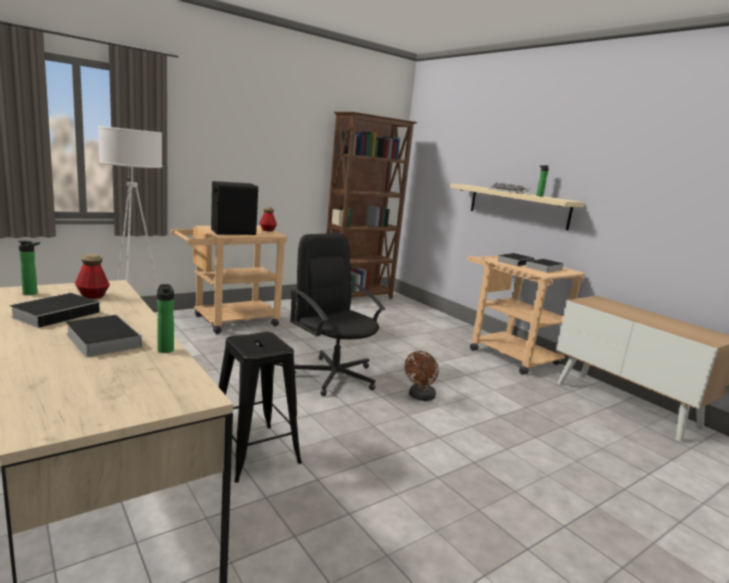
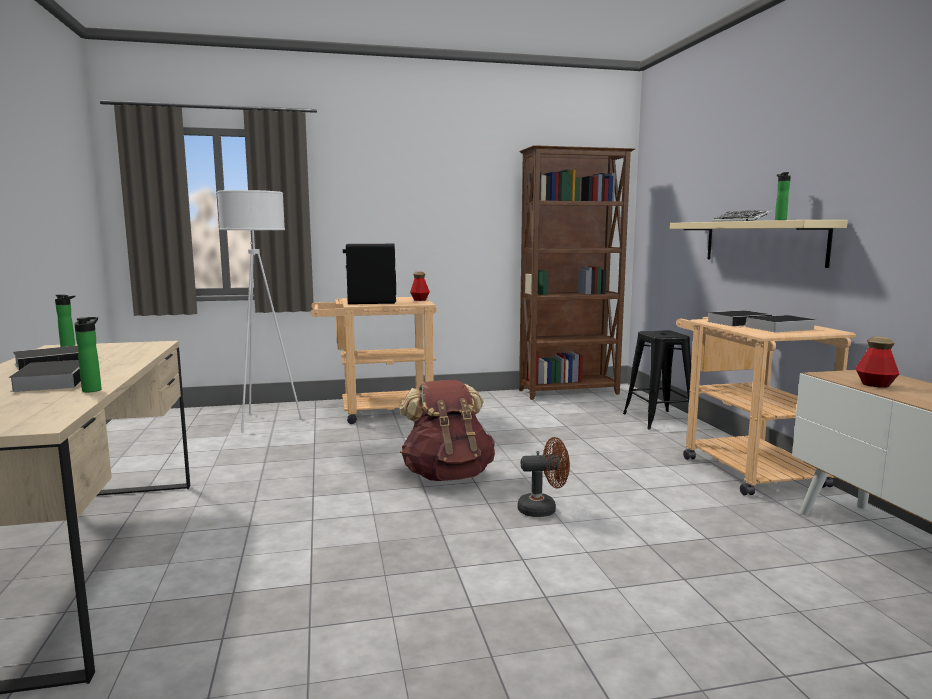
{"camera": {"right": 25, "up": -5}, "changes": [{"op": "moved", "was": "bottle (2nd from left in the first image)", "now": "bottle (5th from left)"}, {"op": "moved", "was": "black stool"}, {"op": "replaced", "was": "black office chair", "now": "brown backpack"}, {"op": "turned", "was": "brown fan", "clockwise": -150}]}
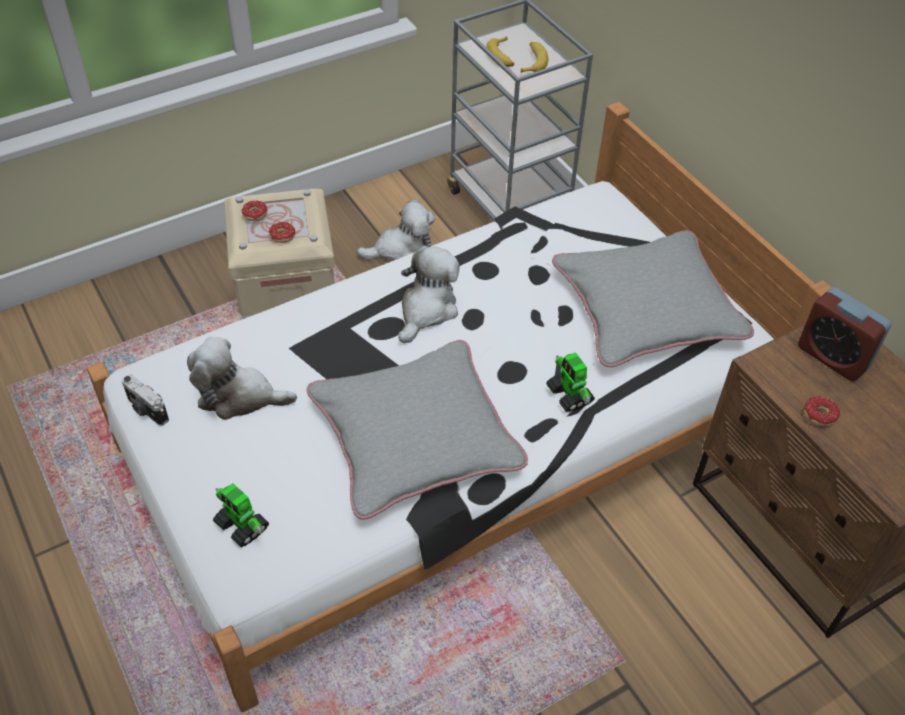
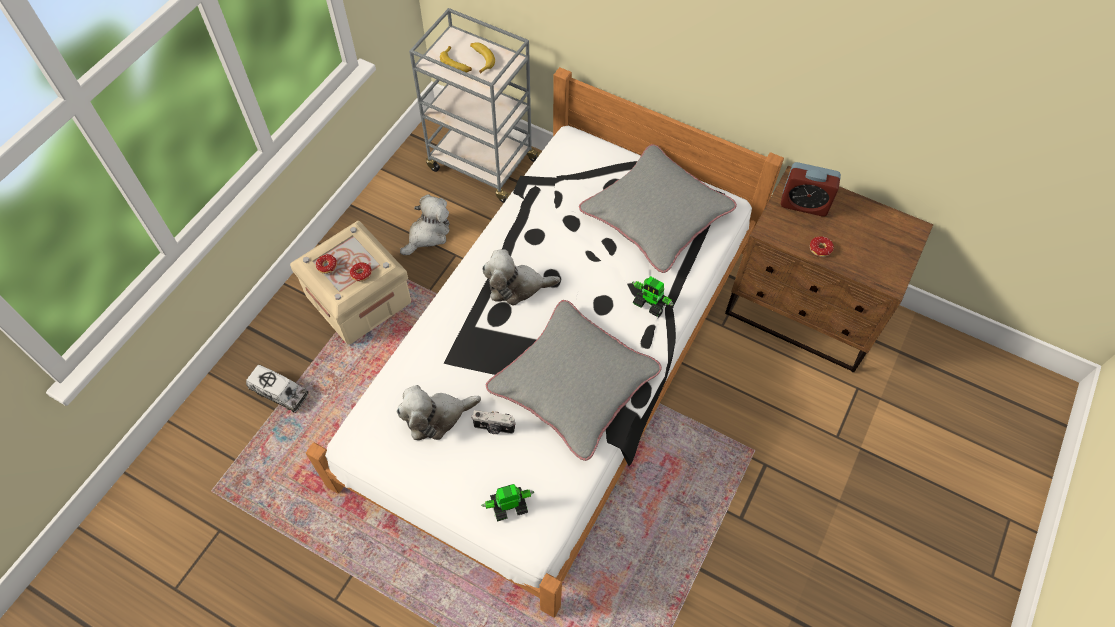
{"camera": {"right": -30, "up": 10}, "changes": [{"op": "added", "now": "toy truck"}, {"op": "moved", "was": "photo camera"}, {"op": "turned", "was": "toy robot (1st from left)", "clockwise": 150}, {"op": "turned", "was": "plush toy (3rd from left)", "clockwise": -90}]}
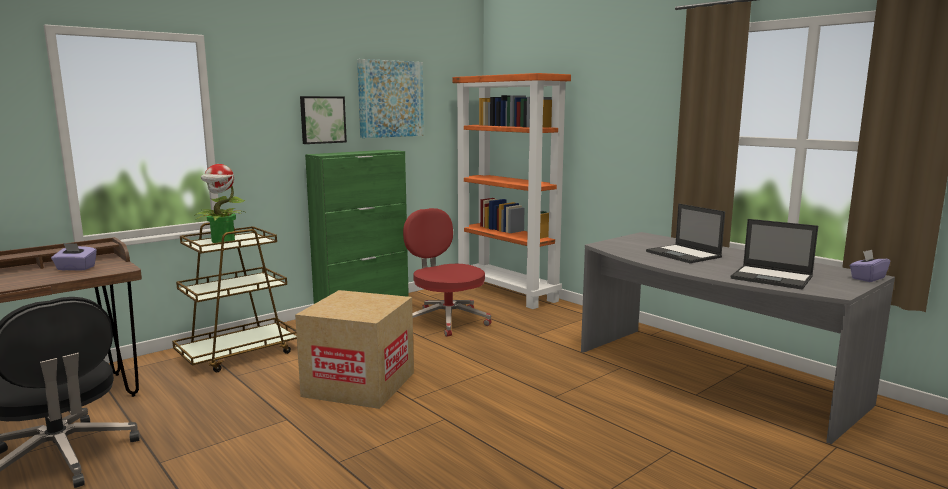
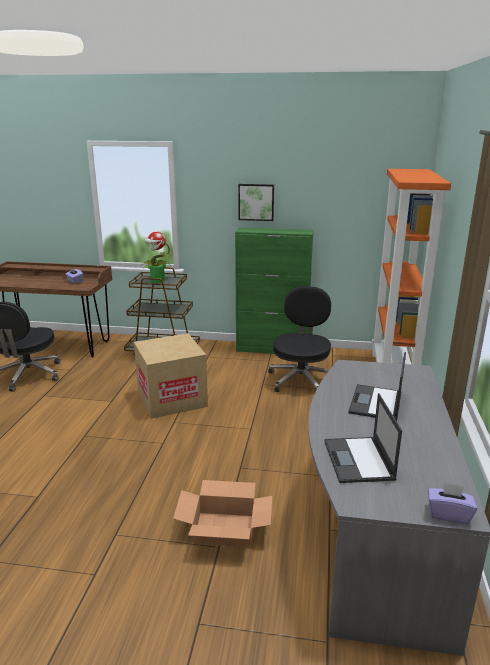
{"camera": {"right": 50, "up": 10}, "changes": [{"op": "removed", "was": "picture (2nd from left)"}, {"op": "added", "now": "cardboard box (2nd from left)"}, {"op": "recoloured", "was": "red office chair", "now": "black office chair (2nd from left)"}]}
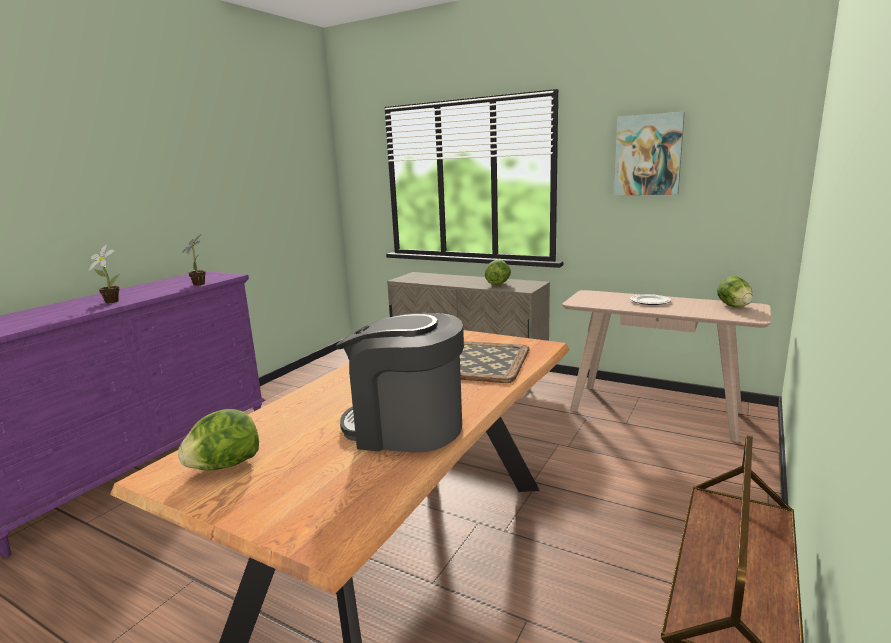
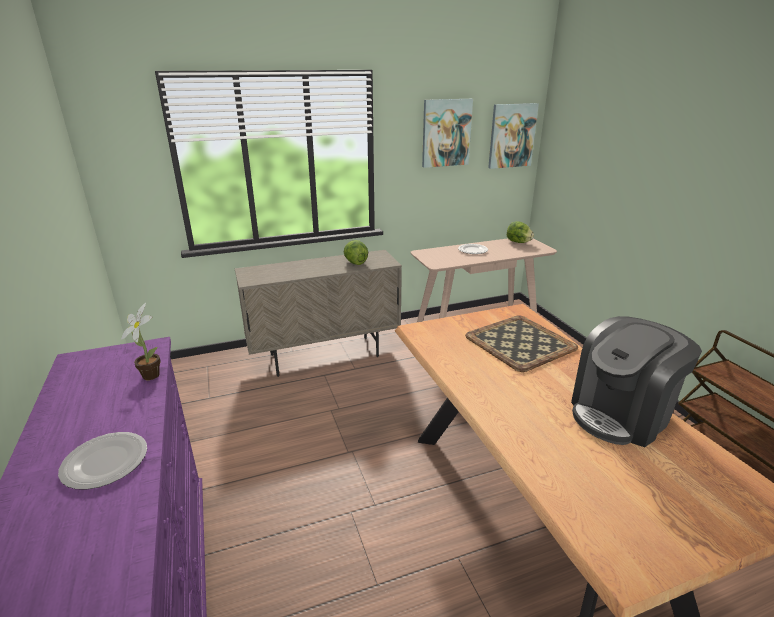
{"camera": {"right": -50, "up": 10}, "changes": [{"op": "removed", "was": "lettuce (1st from left)"}, {"op": "added", "now": "picture (2nd from left)"}, {"op": "replaced", "was": "potted plant (1st from left)", "now": "plate (1st from left)"}]}
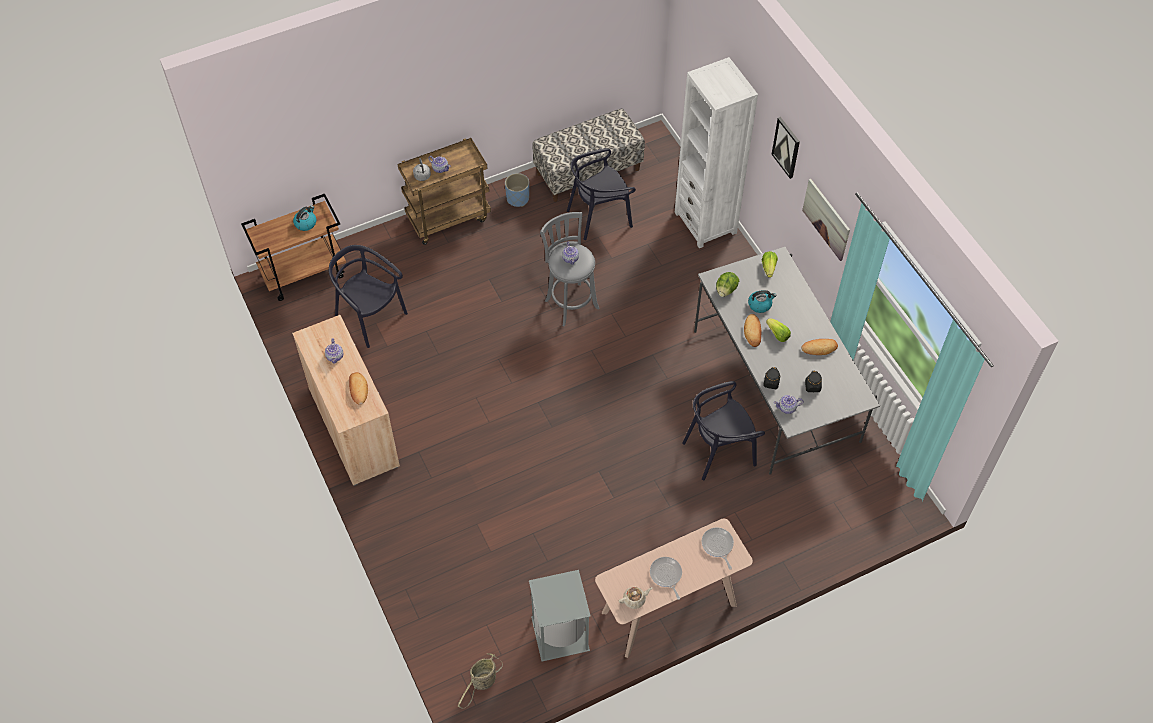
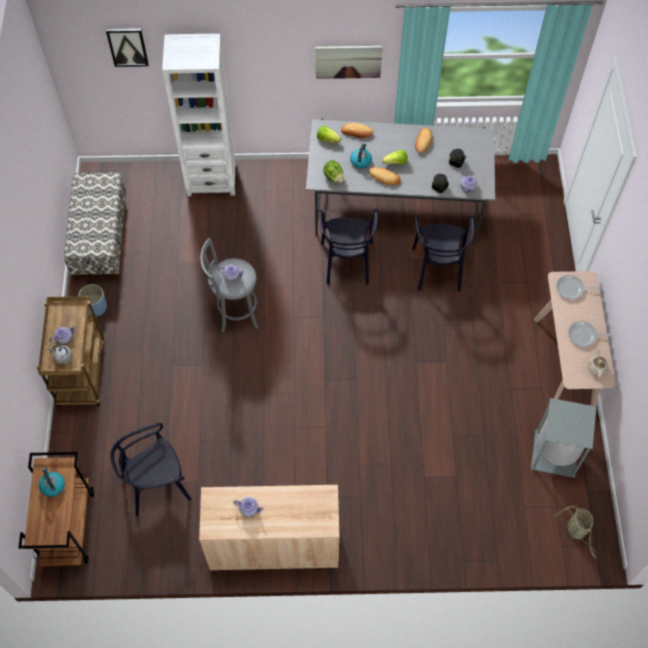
{"camera": {"right": -65, "up": 5}, "changes": [{"op": "moved", "was": "bread (1st from left)"}, {"op": "moved", "was": "black chair (2nd from left)"}, {"op": "moved", "was": "picture (1st from left)"}]}
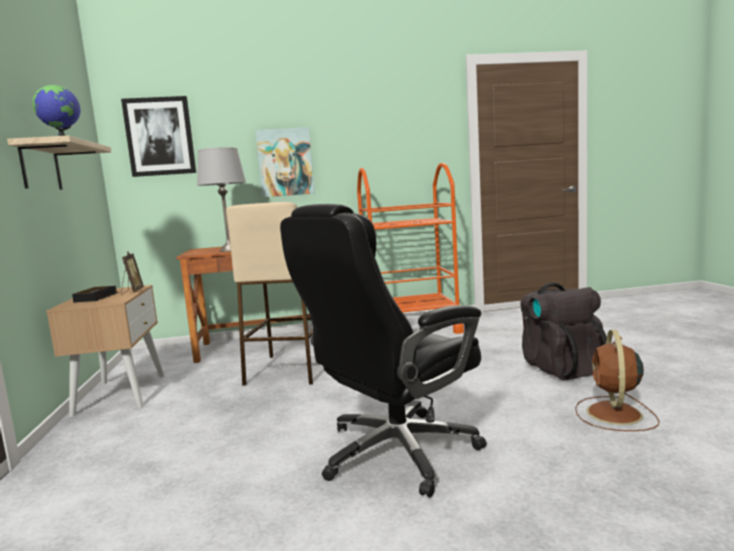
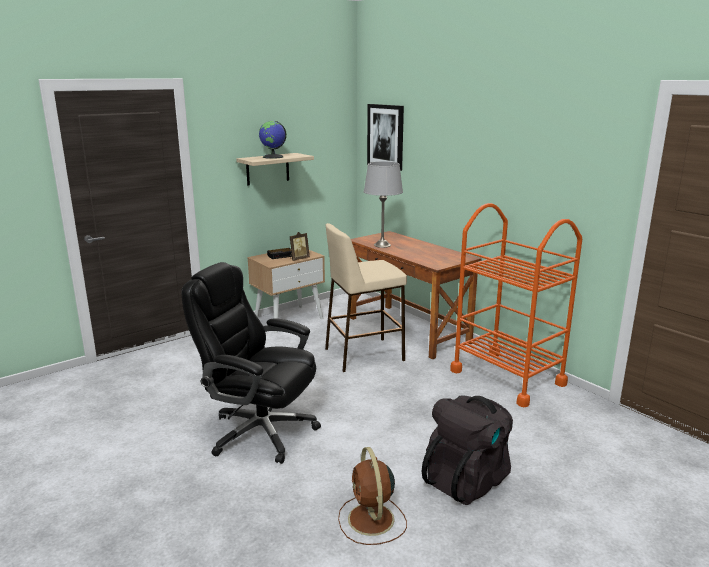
{"camera": {"right": 60, "up": 10}, "changes": [{"op": "removed", "was": "picture (2nd from left)"}, {"op": "turned", "was": "brown fan", "clockwise": -90}]}
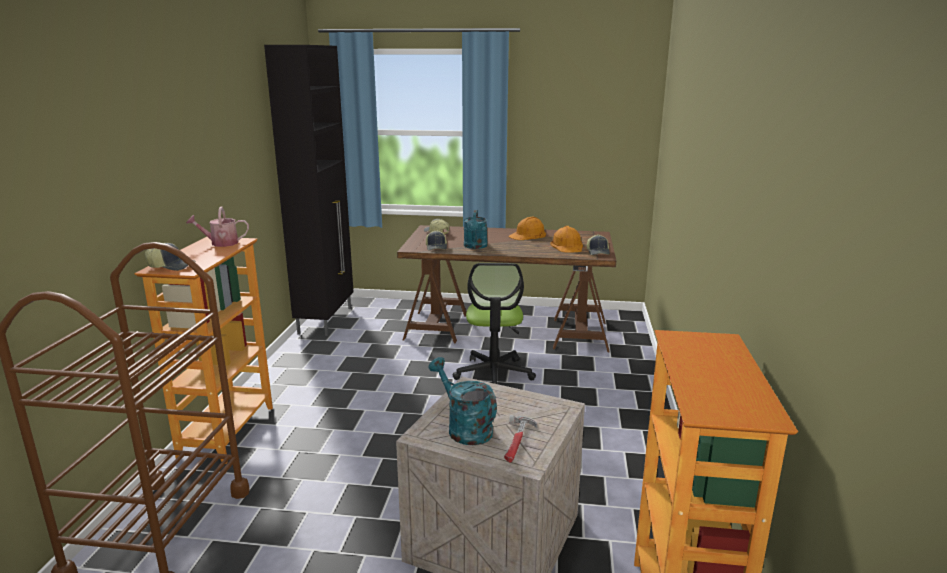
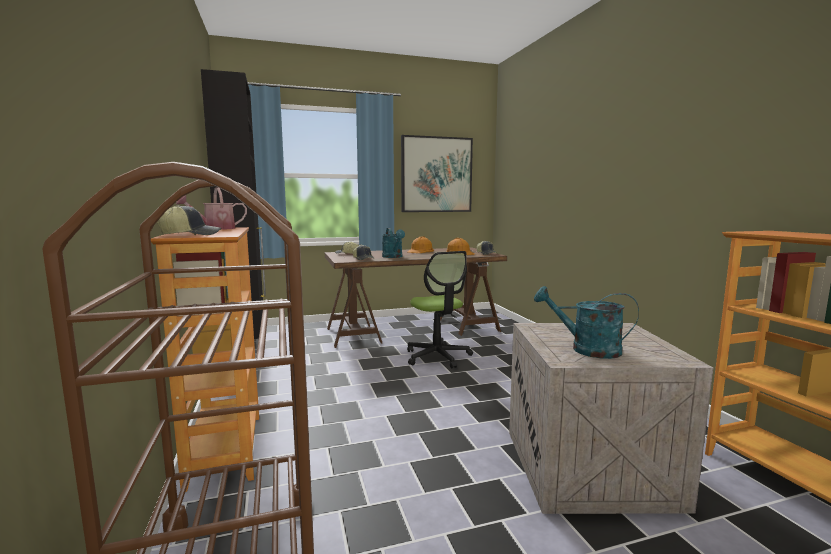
{"camera": {"right": -25, "up": -10}, "changes": [{"op": "removed", "was": "hammer"}, {"op": "added", "now": "picture"}]}
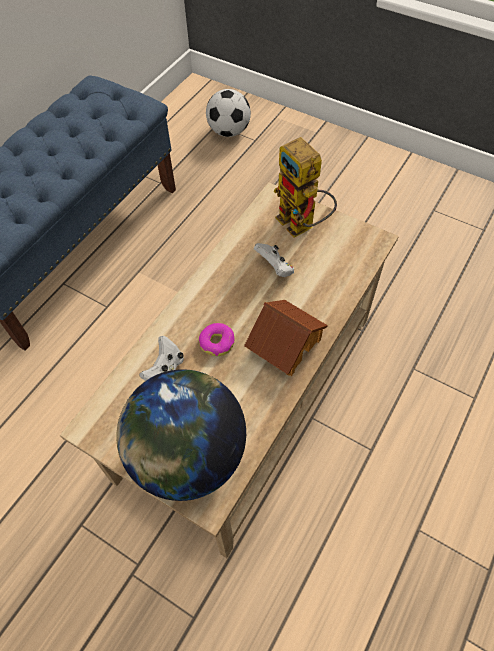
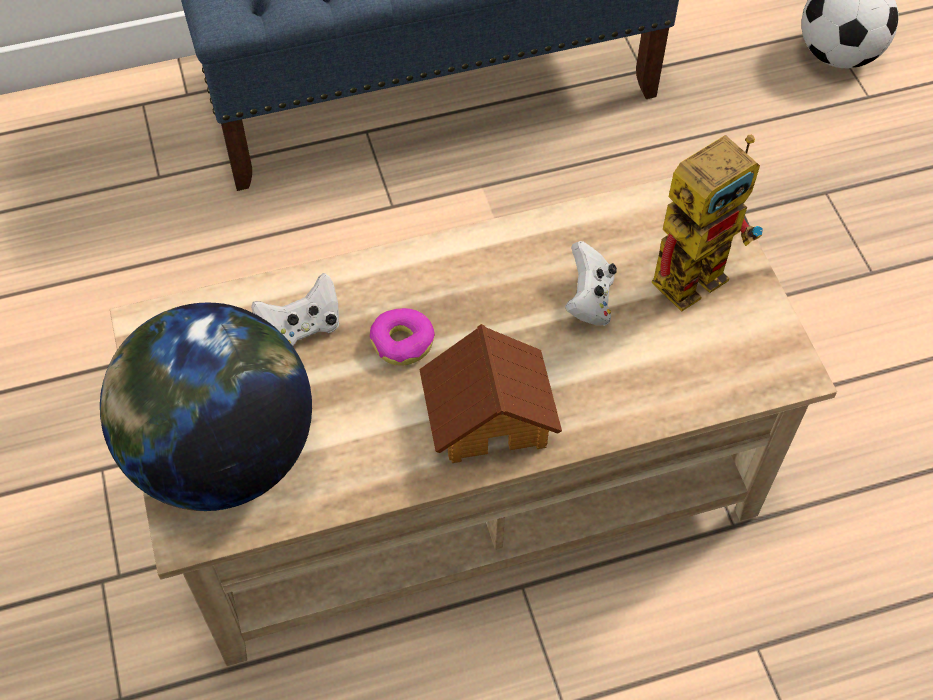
{"camera": {"right": 40, "up": 0}, "changes": [{"op": "turned", "was": "toy robot", "clockwise": -135}]}
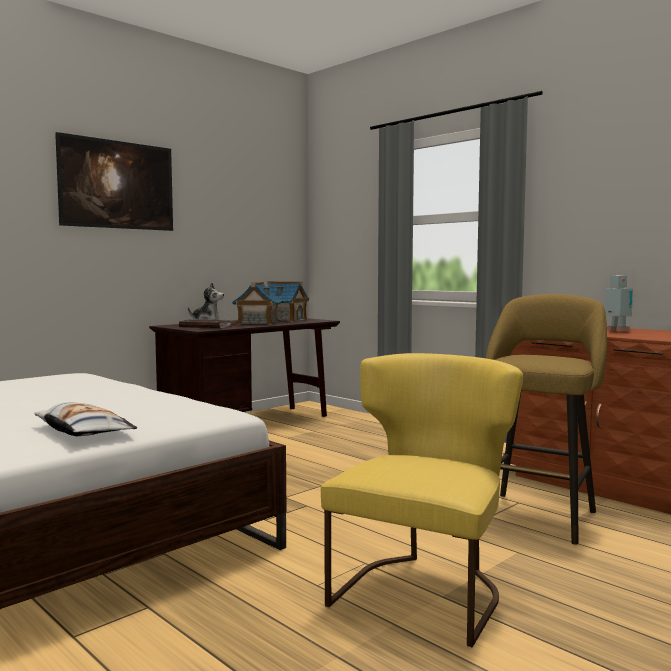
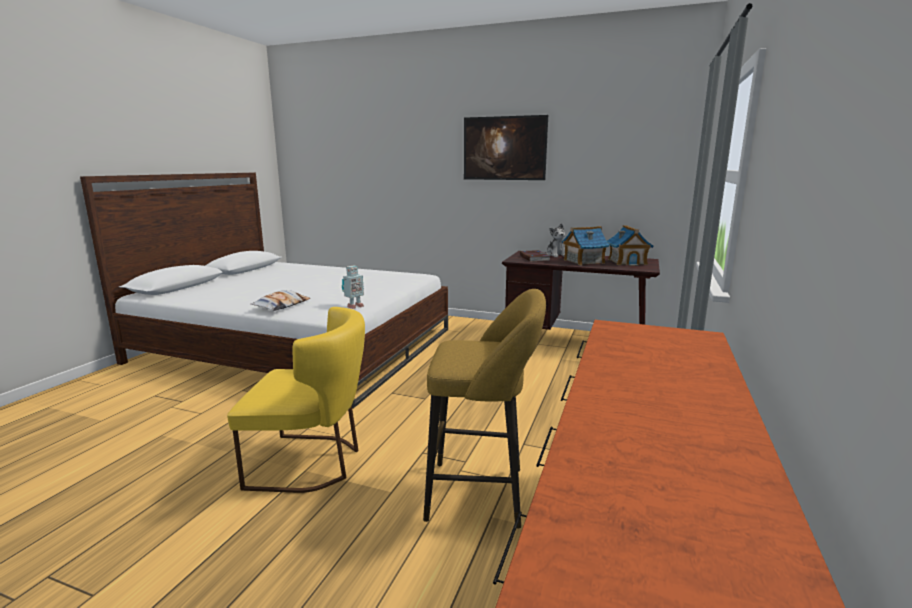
{"camera": {"right": 65, "up": 10}, "changes": [{"op": "moved", "was": "toy robot"}]}
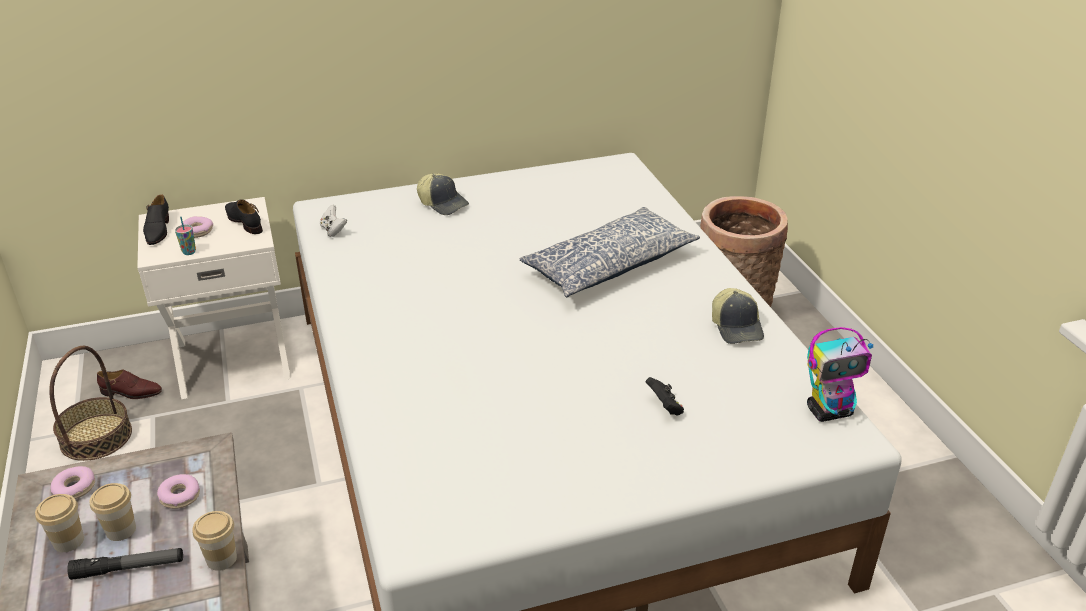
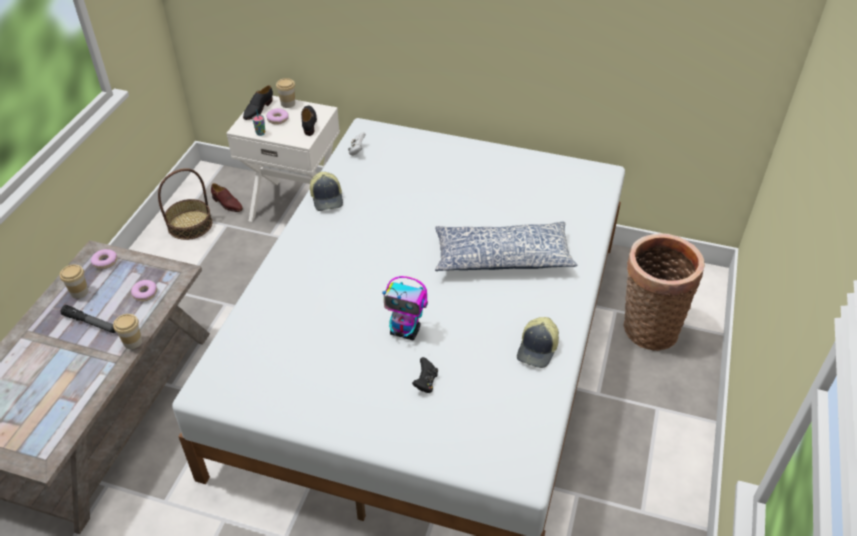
{"camera": {"right": 35, "up": 10}, "changes": [{"op": "moved", "was": "cup (2nd from left in the first image)", "now": "cup (4th from left)"}, {"op": "moved", "was": "cap (1st from left)"}, {"op": "moved", "was": "toy robot"}]}
